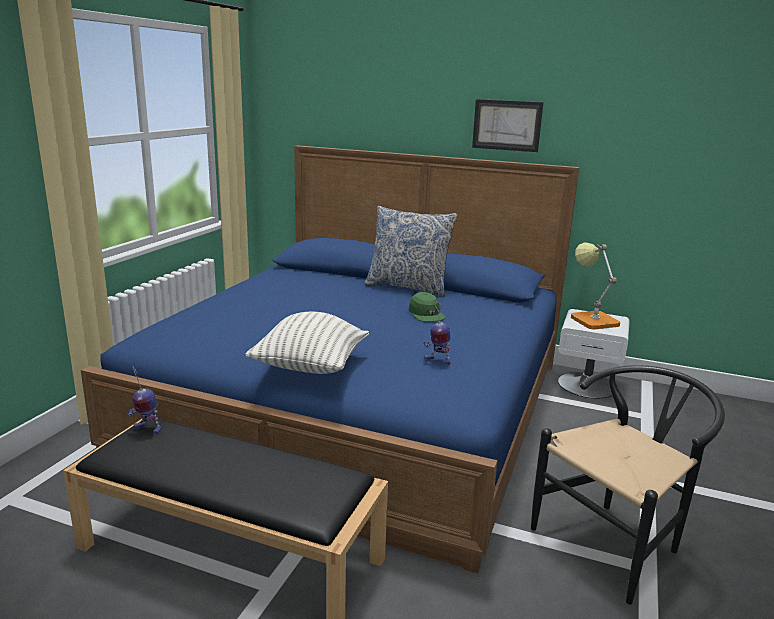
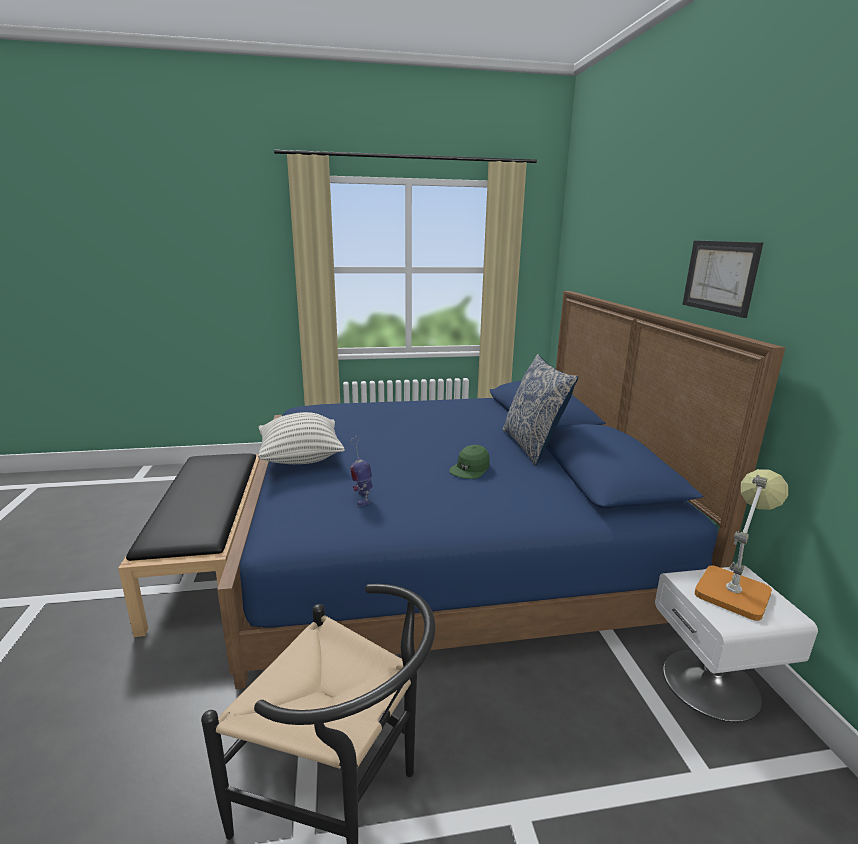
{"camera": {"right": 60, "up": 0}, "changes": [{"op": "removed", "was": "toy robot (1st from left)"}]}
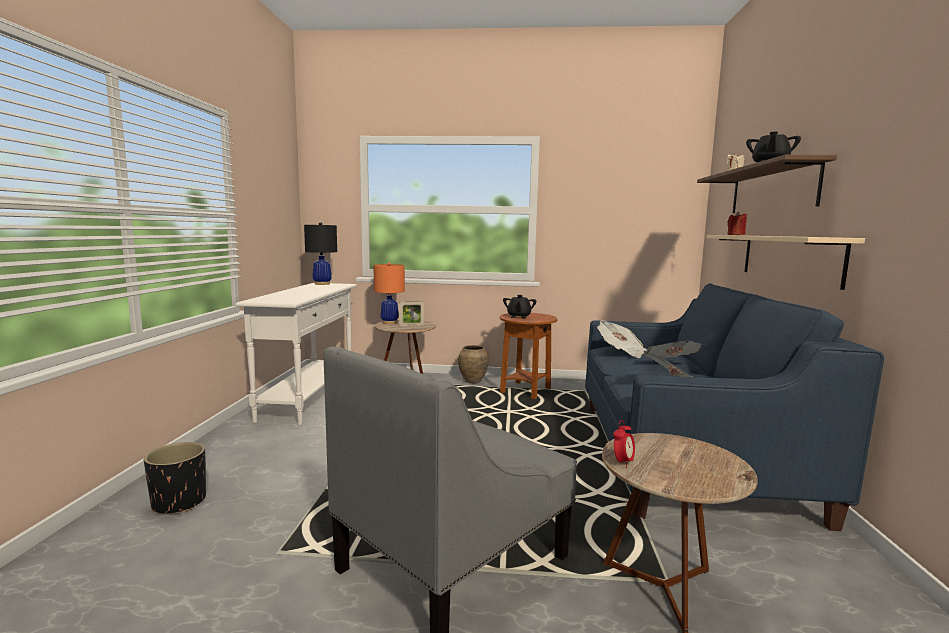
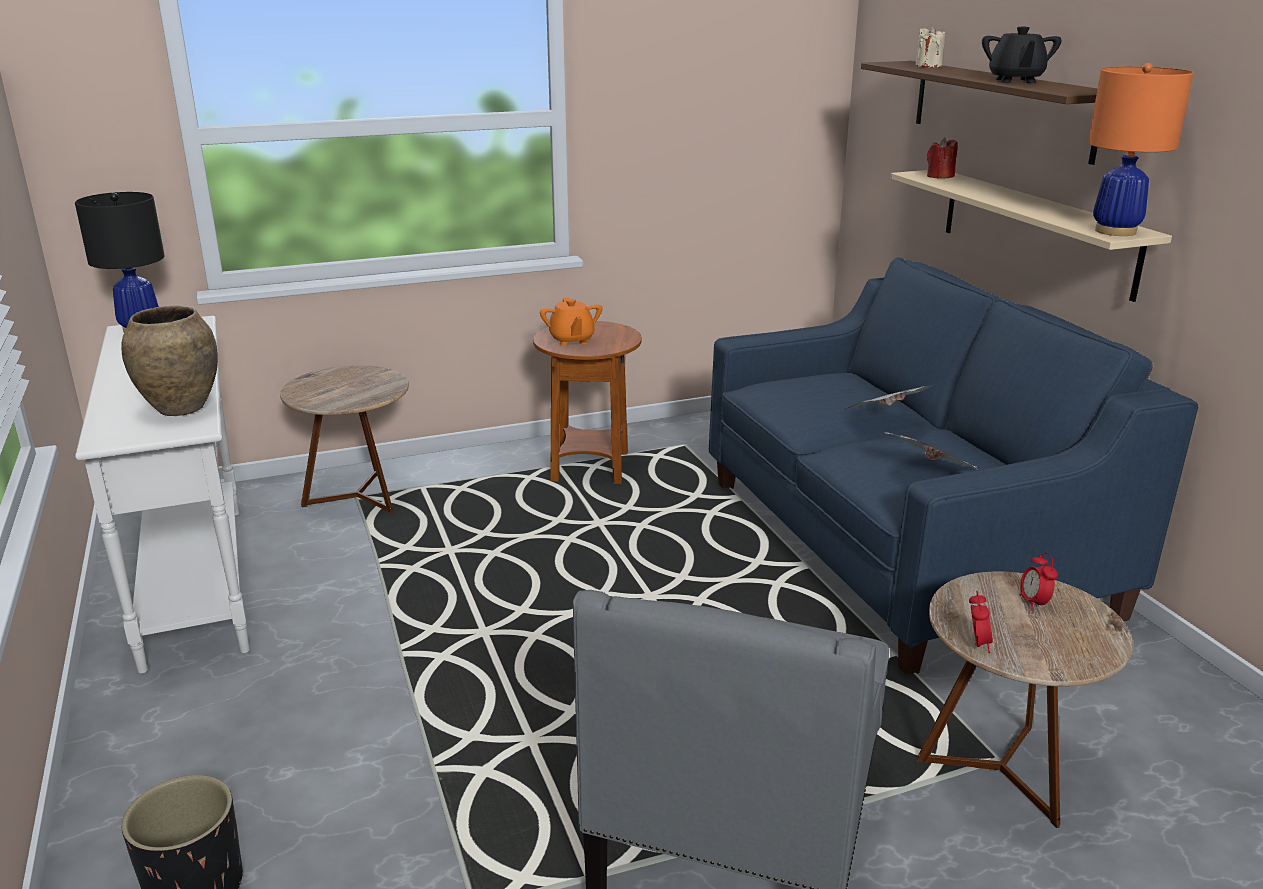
{"camera": {"right": -25, "up": 15}, "changes": [{"op": "removed", "was": "picture frame"}, {"op": "removed", "was": "newspaper (1st from left)"}, {"op": "added", "now": "alarm clock (2nd from left)"}, {"op": "moved", "was": "orange table lamp"}, {"op": "moved", "was": "brown vase"}, {"op": "recoloured", "was": "black teapot (1st from left)", "now": "orange teapot"}]}
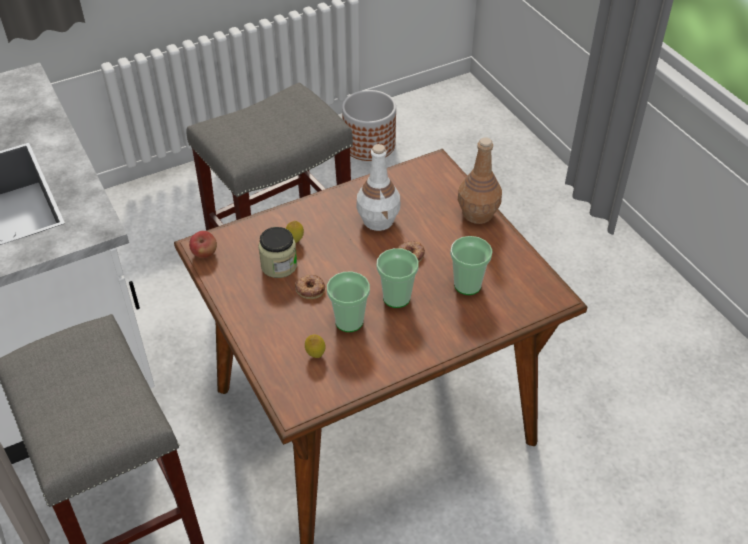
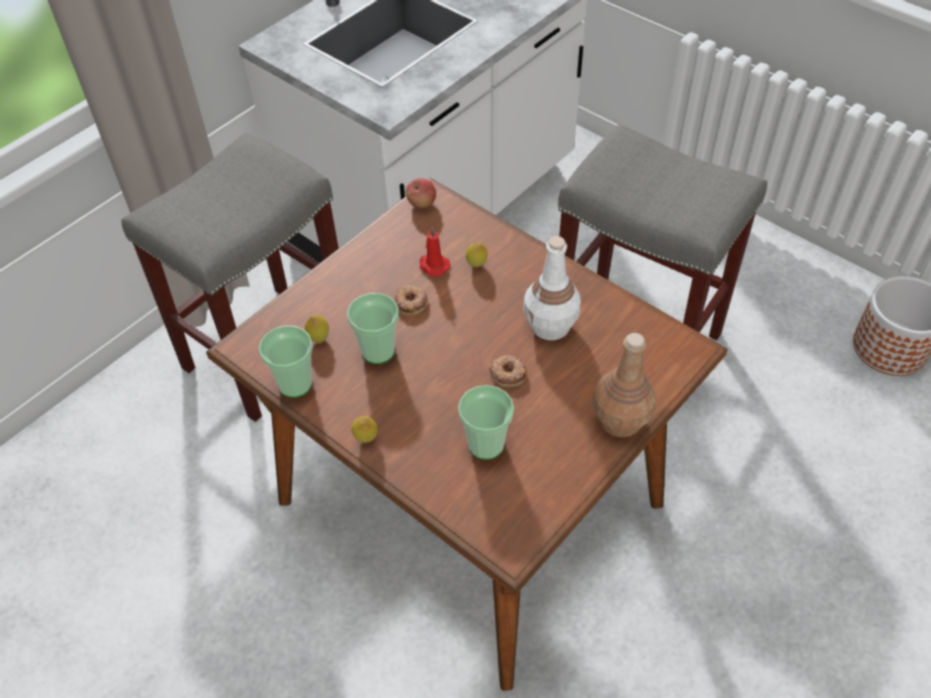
{"camera": {"right": 70, "up": 5}, "changes": [{"op": "added", "now": "lemon (2nd from left)"}, {"op": "moved", "was": "cup (2nd from left in the first image)", "now": "cup (1st from left)"}, {"op": "replaced", "was": "jar", "now": "red candle"}]}
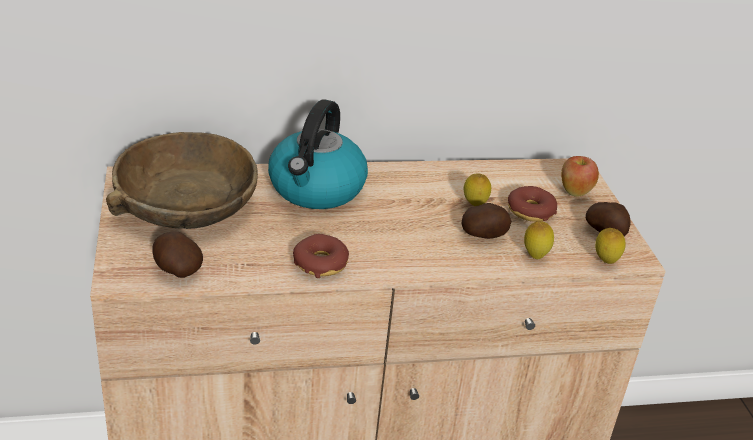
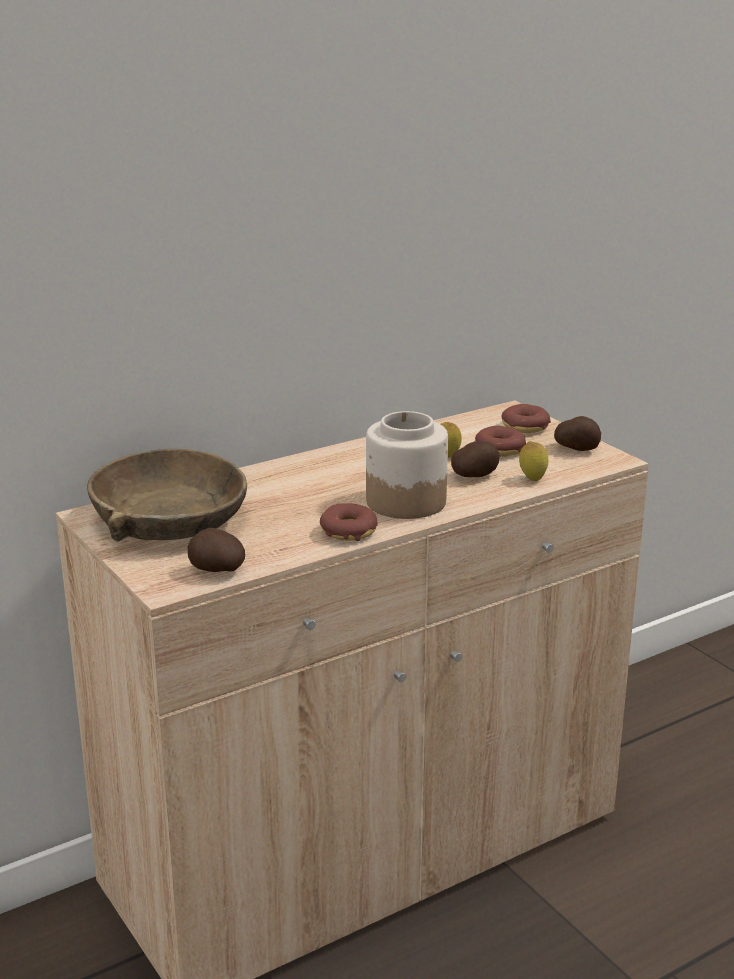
{"camera": {"right": -20, "up": -10}, "changes": [{"op": "removed", "was": "kettle"}, {"op": "removed", "was": "lemon (3rd from left)"}, {"op": "added", "now": "jar"}, {"op": "replaced", "was": "apple", "now": "donut (3rd from left)"}]}
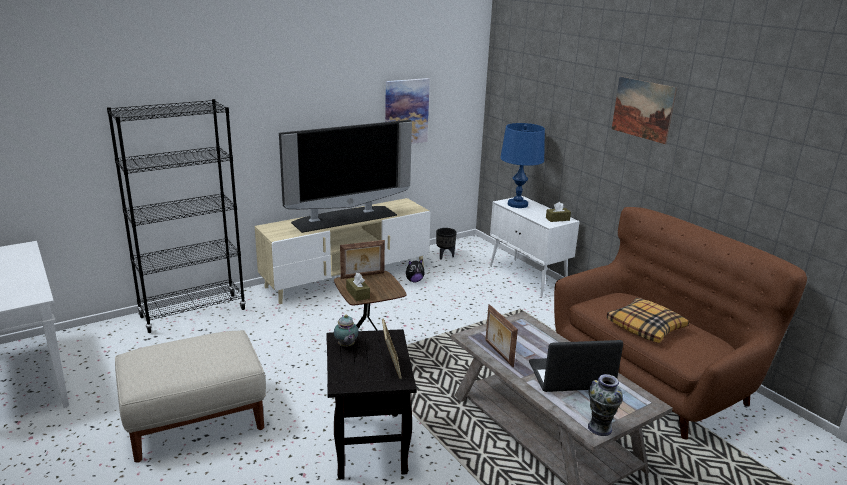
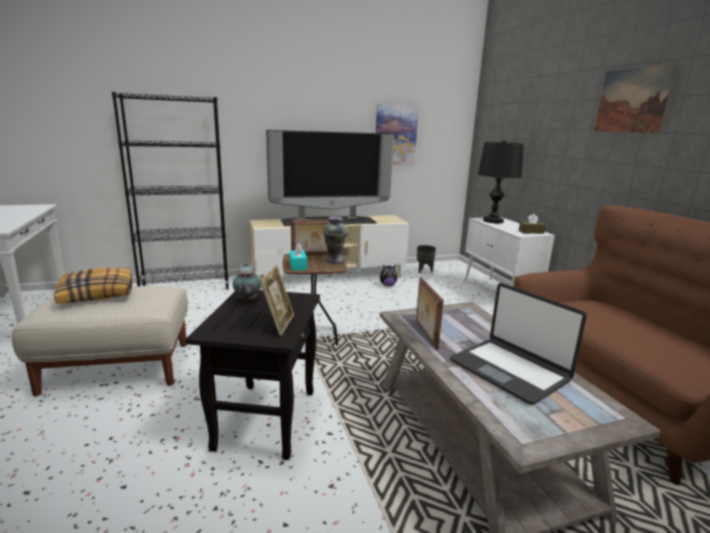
{"camera": {"right": 15, "up": -5}, "changes": [{"op": "moved", "was": "vase"}, {"op": "moved", "was": "pillow"}, {"op": "recoloured", "was": "brown tissue box (1st from left)", "now": "turquoise tissue box"}, {"op": "recoloured", "was": "blue table lamp", "now": "black table lamp"}, {"op": "turned", "was": "laptop", "clockwise": -135}]}
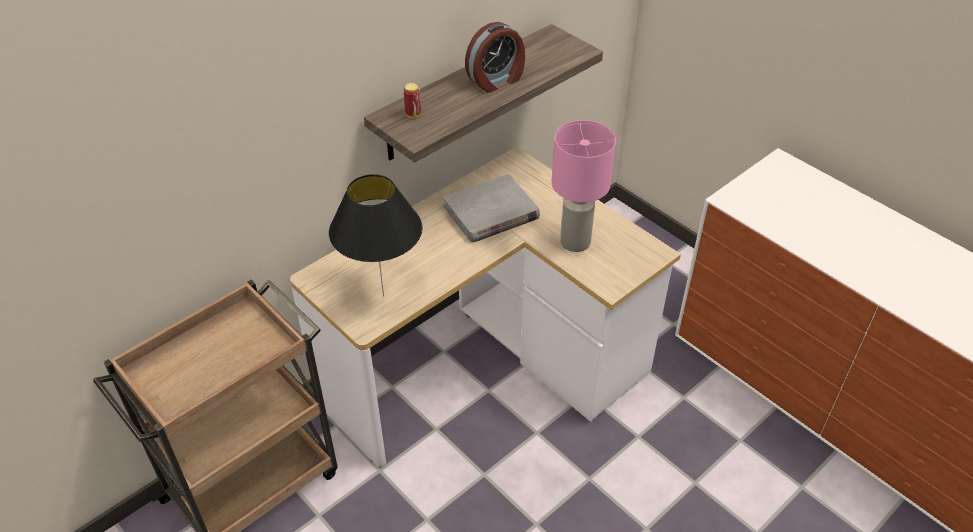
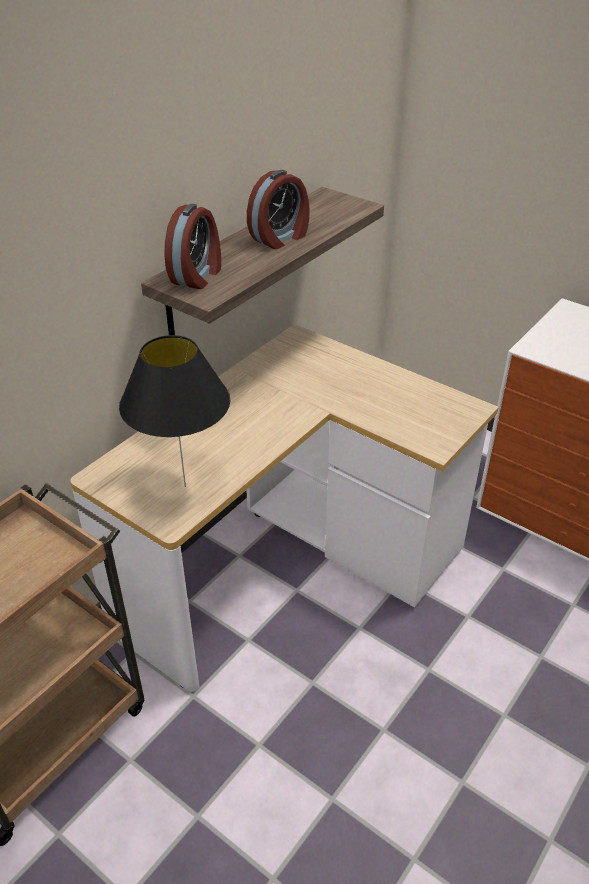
{"camera": {"right": -10, "up": -5}, "changes": [{"op": "removed", "was": "grey book"}, {"op": "removed", "was": "pink table lamp"}, {"op": "replaced", "was": "can", "now": "alarm clock (1st from left)"}]}
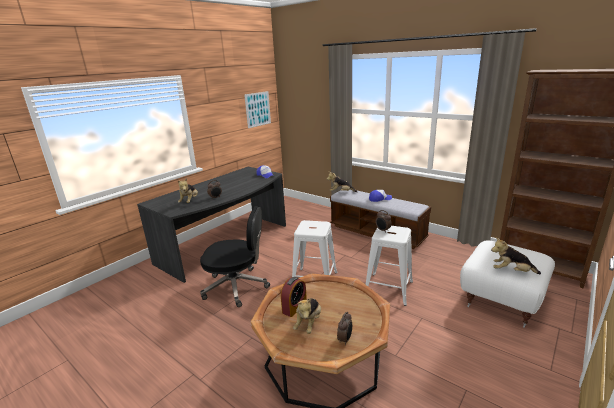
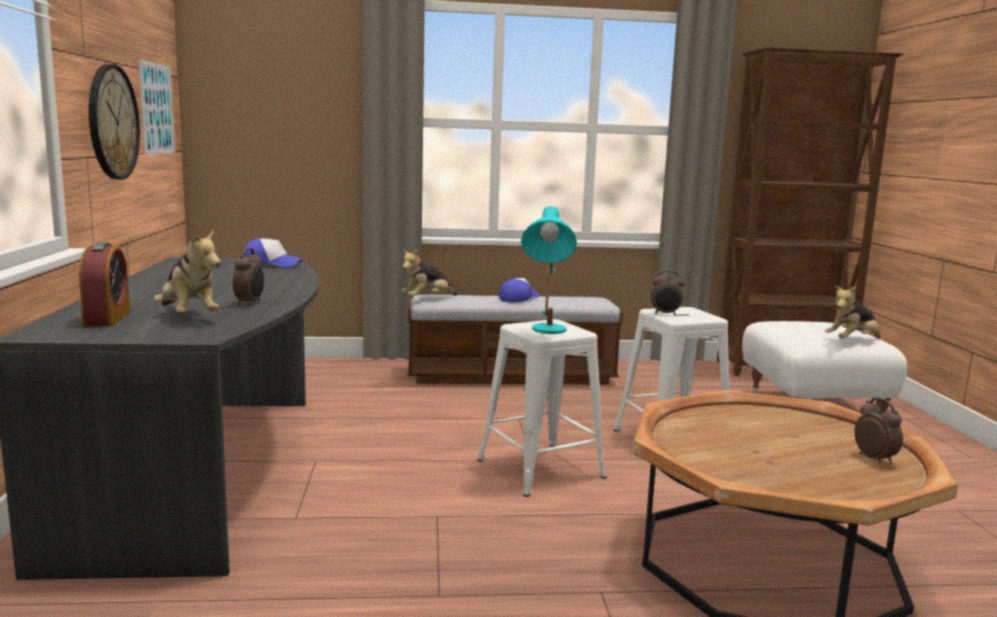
{"camera": {"right": -45, "up": -10}, "changes": [{"op": "removed", "was": "black office chair"}, {"op": "removed", "was": "plush toy (2nd from left)"}, {"op": "added", "now": "wall clock"}, {"op": "added", "now": "turquoise table lamp"}, {"op": "moved", "was": "alarm clock (2nd from left in the first image)", "now": "alarm clock (1st from left)"}]}
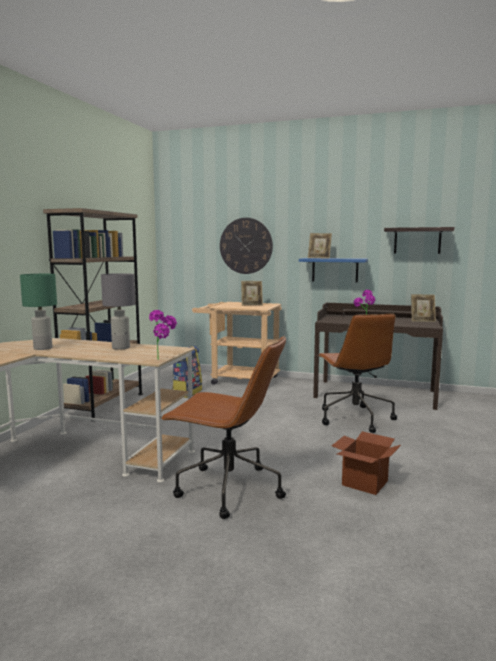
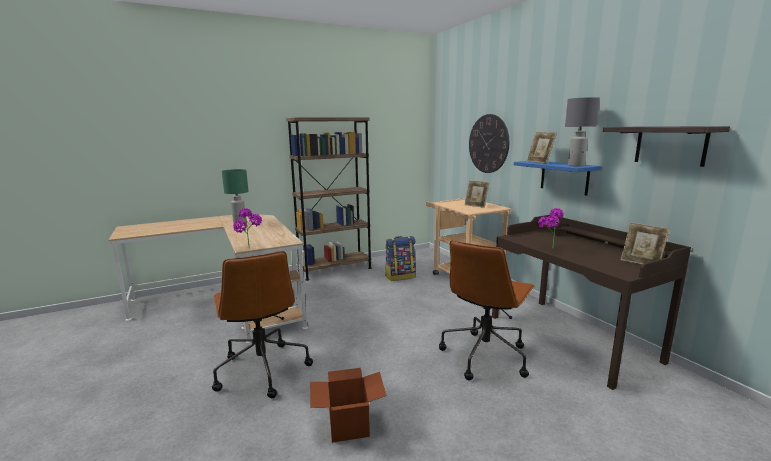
{"camera": {"right": 45, "up": 5}, "changes": [{"op": "moved", "was": "grey table lamp"}]}
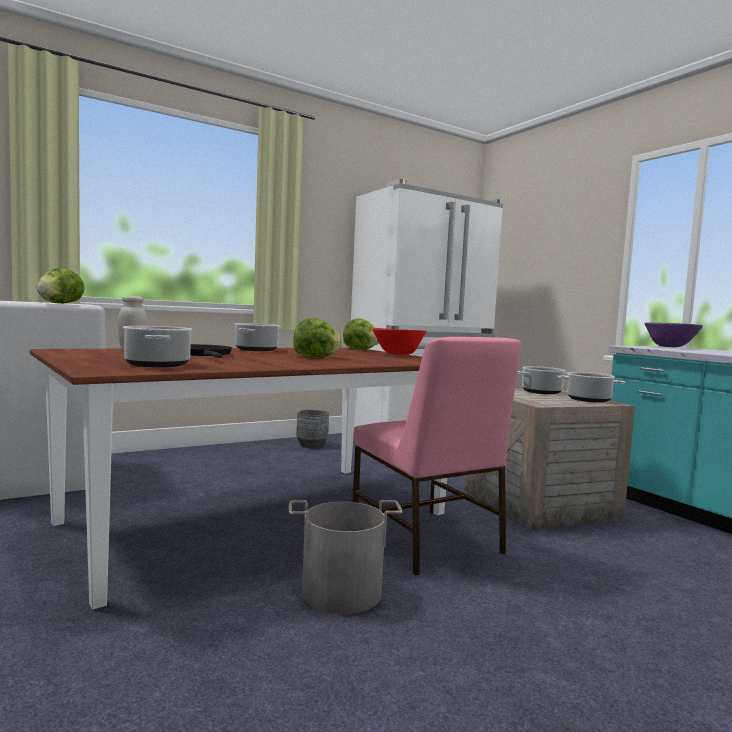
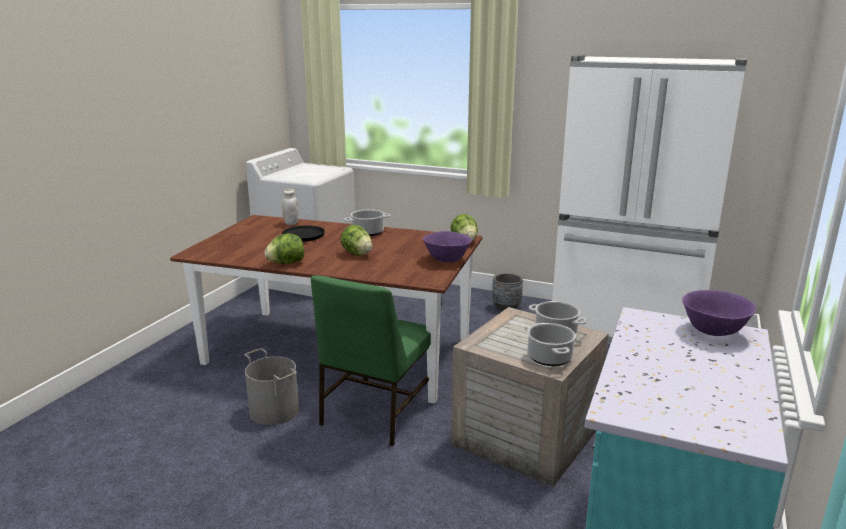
{"camera": {"right": 55, "up": 15}, "changes": [{"op": "removed", "was": "cooking pot (1st from left)"}, {"op": "moved", "was": "lettuce (1st from left)"}, {"op": "recoloured", "was": "pink chair", "now": "green chair"}, {"op": "recoloured", "was": "red bowl", "now": "purple bowl (1st from left)"}]}
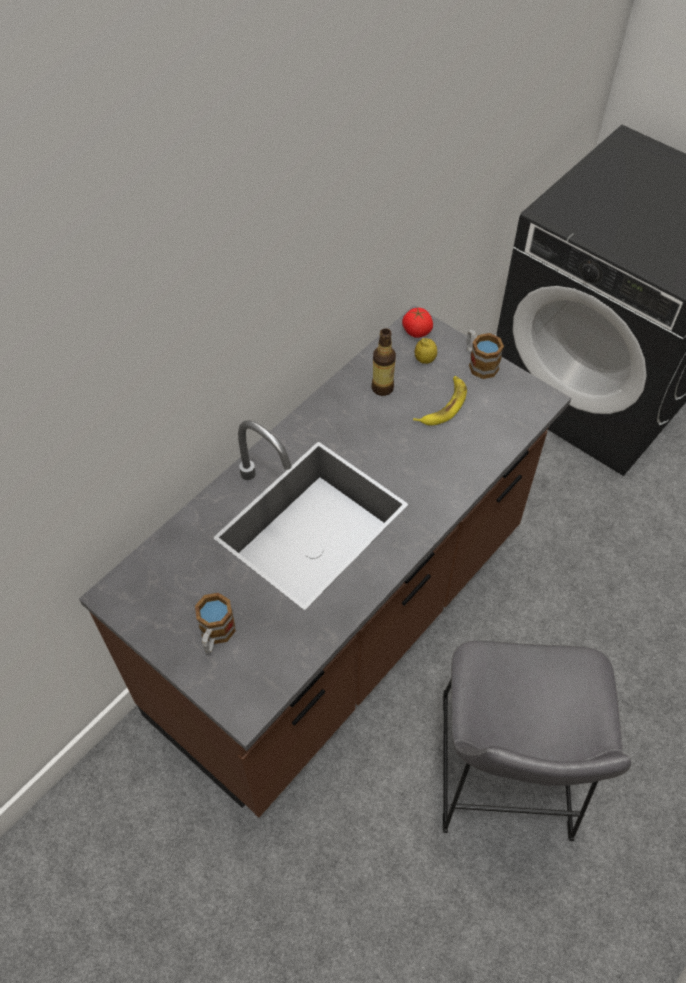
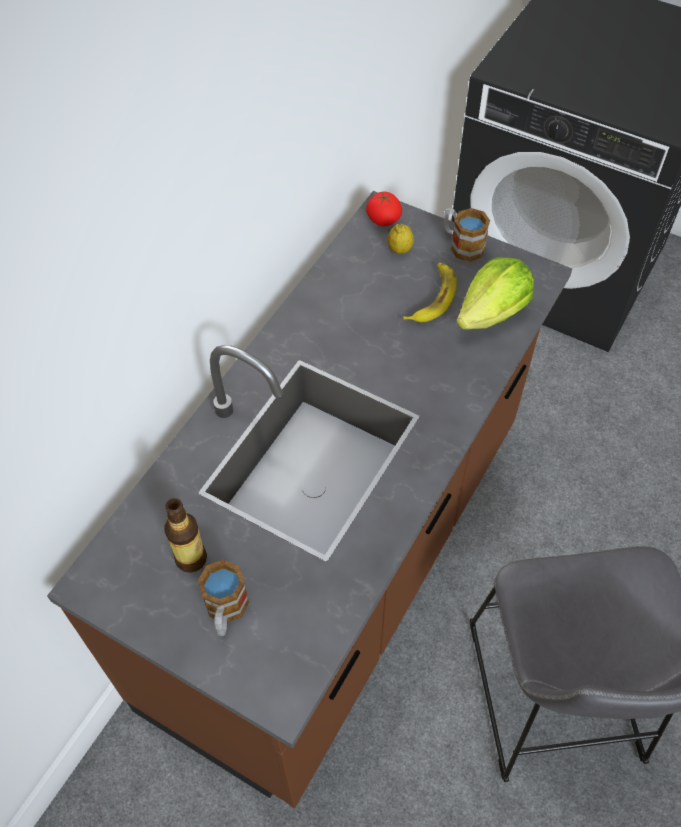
{"camera": {"right": -10, "up": 0}, "changes": [{"op": "added", "now": "lettuce"}, {"op": "moved", "was": "bottle"}]}
